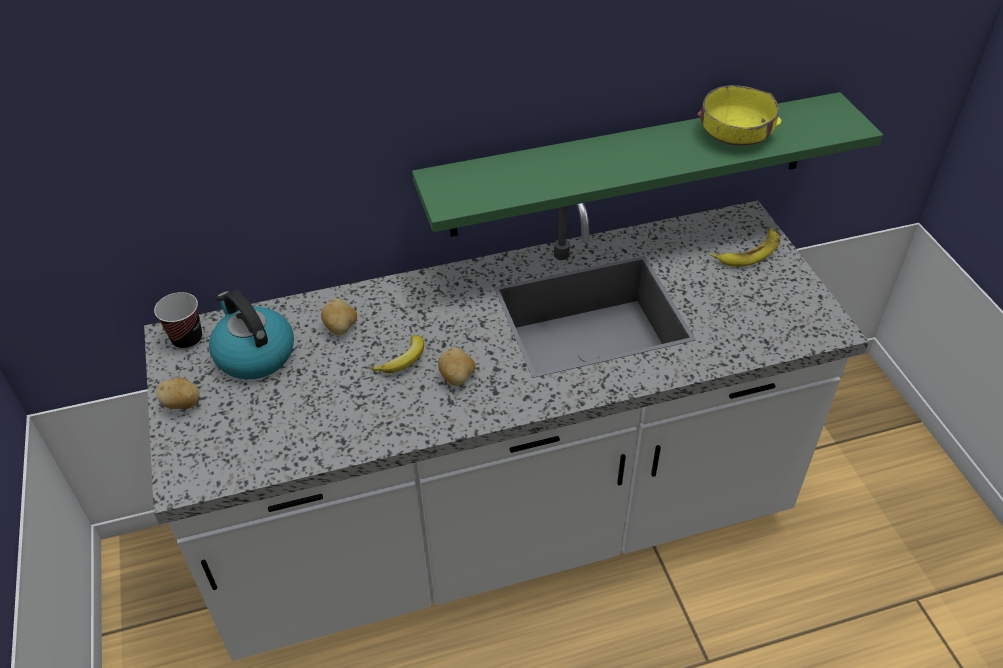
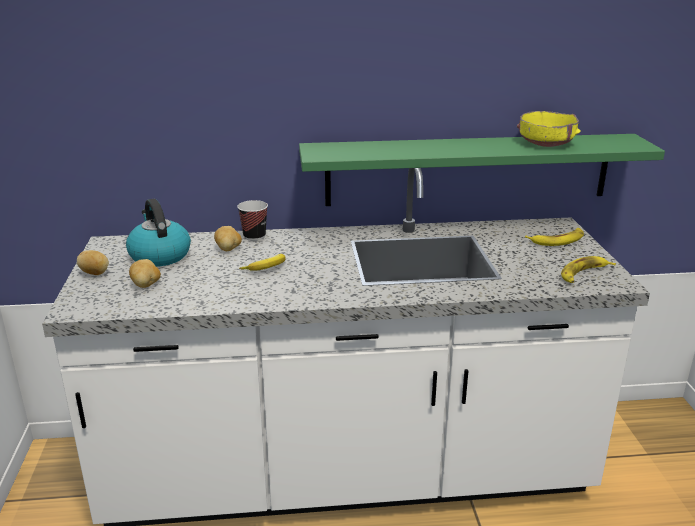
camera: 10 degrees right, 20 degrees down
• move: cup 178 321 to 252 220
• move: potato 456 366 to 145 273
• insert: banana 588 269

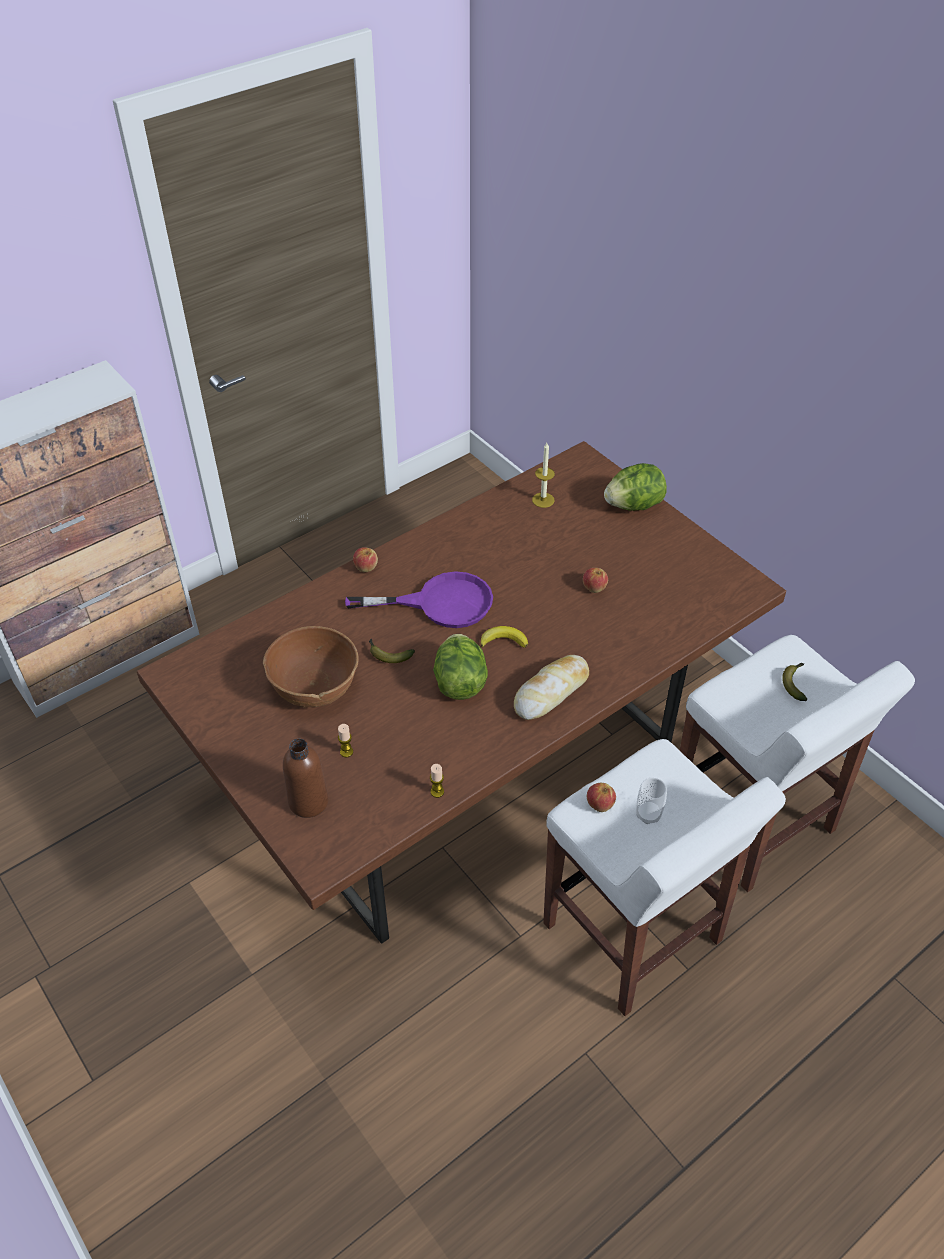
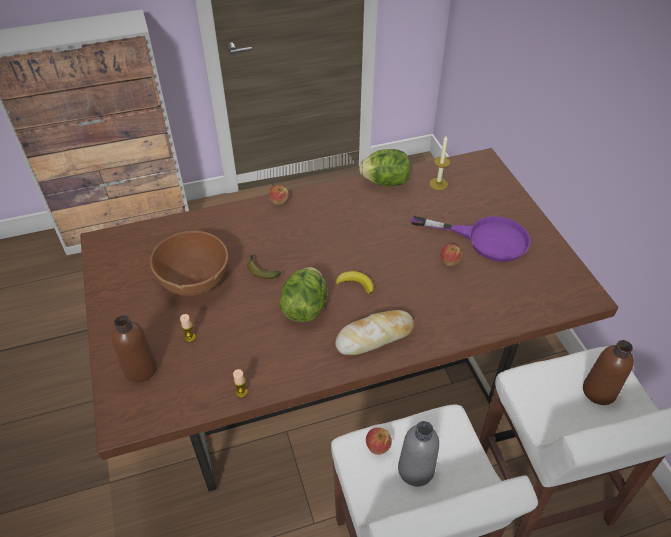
camera: 20 degrees right, 0 degrees up
• move: purple-coloured pan 419 599 to 471 239
• move: lettuce 635 487 to 384 168
• replace: cup 651 801 to gray drink bottle 418 454
• replace: banana 794 682 to brown drink bottle 608 372

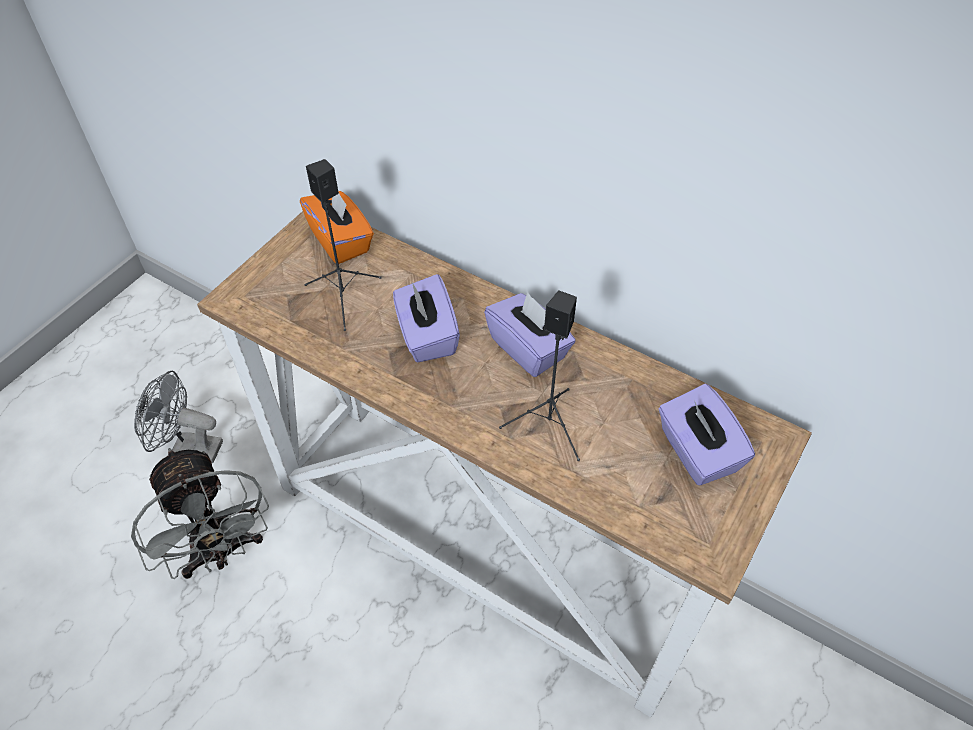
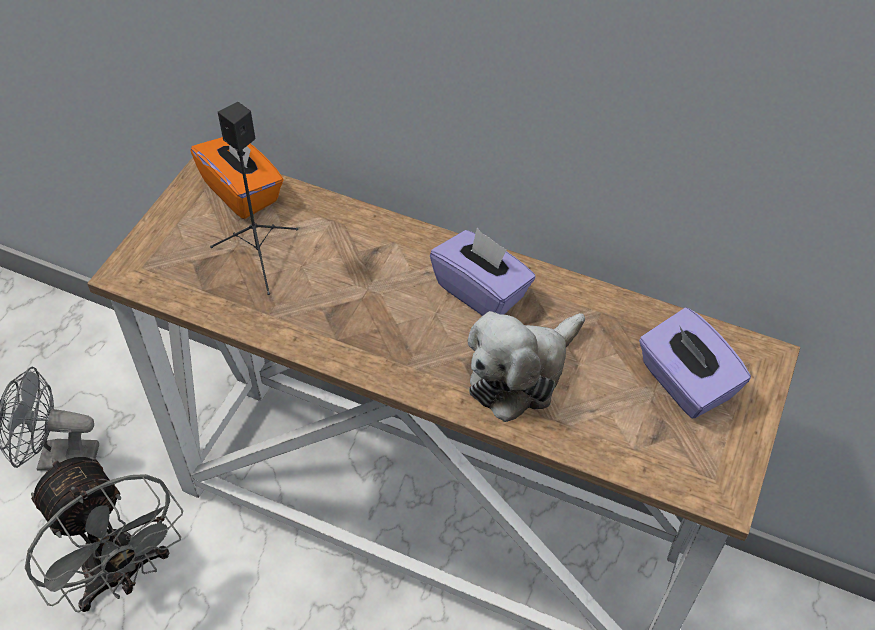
camera: 10 degrees left, 0 degrees up
• delete: purple-coloured tissue holder 426 318
• replace: black-coloured audio speaker 539 375 to soft toy 526 366

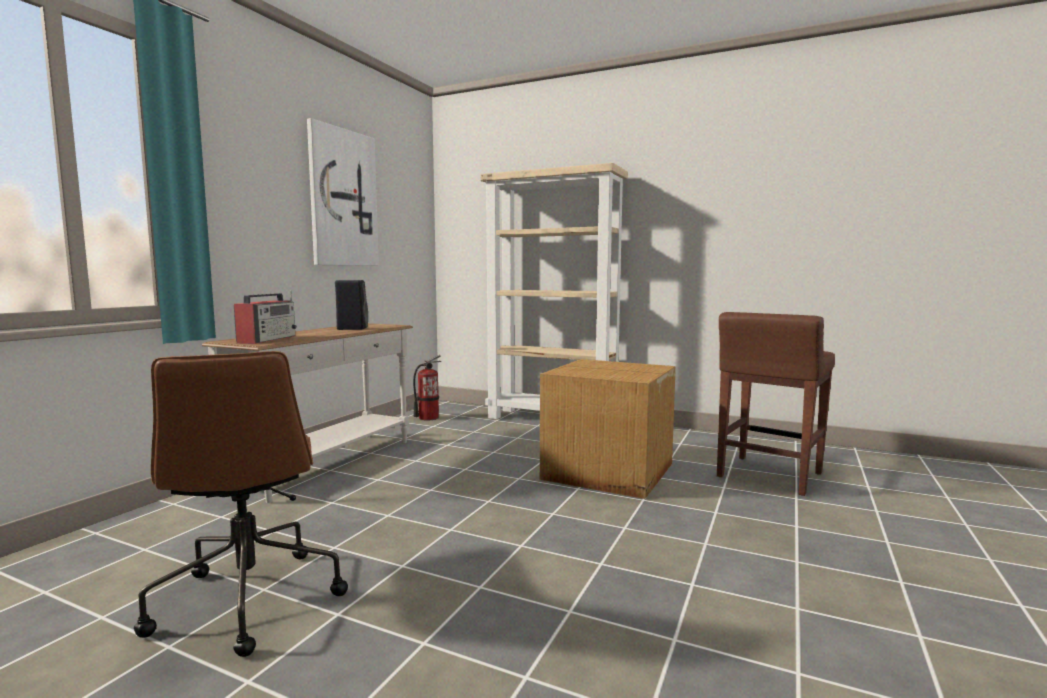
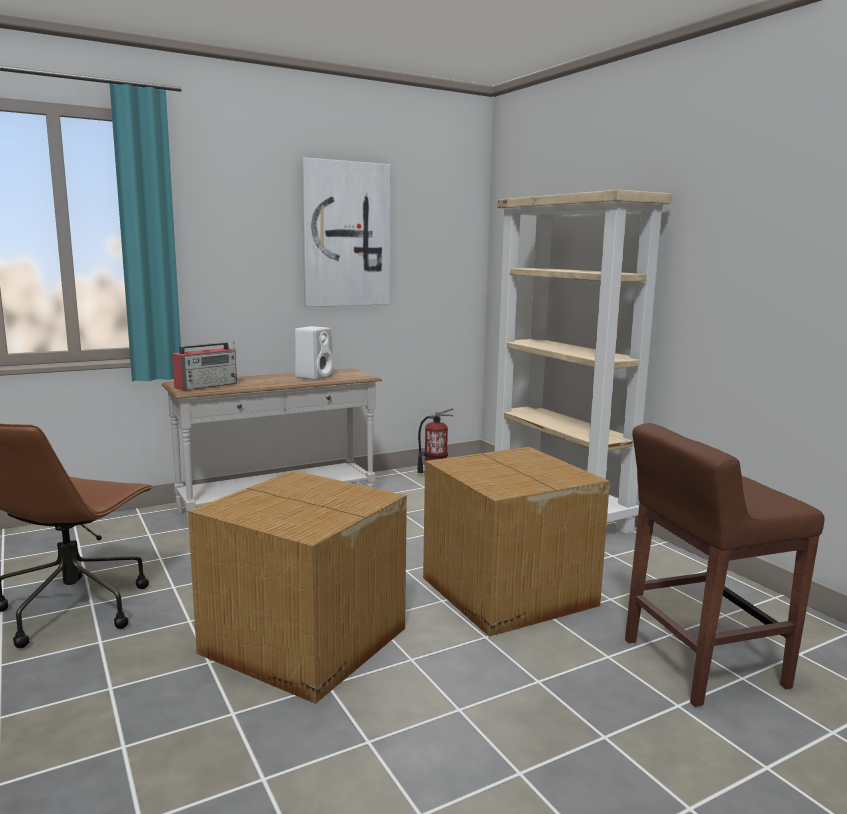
camera: 35 degrees right, 5 degrees up
• recolor: black-coloured audio speaker 351 305 to whitish audio speaker 314 353
• insert: packing box 297 587

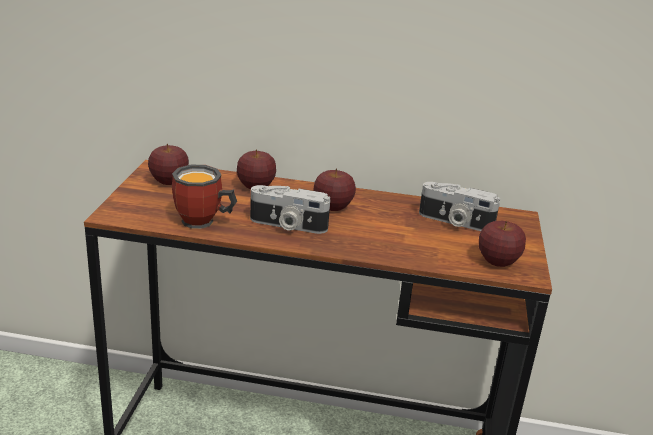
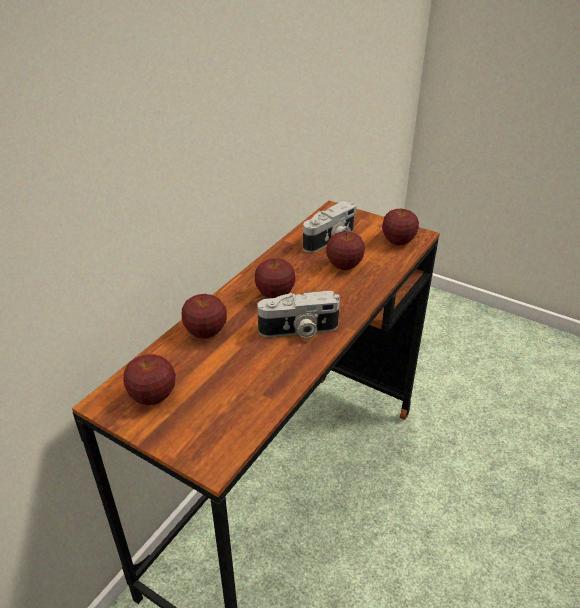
camera: 65 degrees left, 10 degrees up
• delete: coffee mug 204 197
• rotate: photo camera 290 209 = 298 314 45 degrees clockwise
• insert: apple fruit 345 250

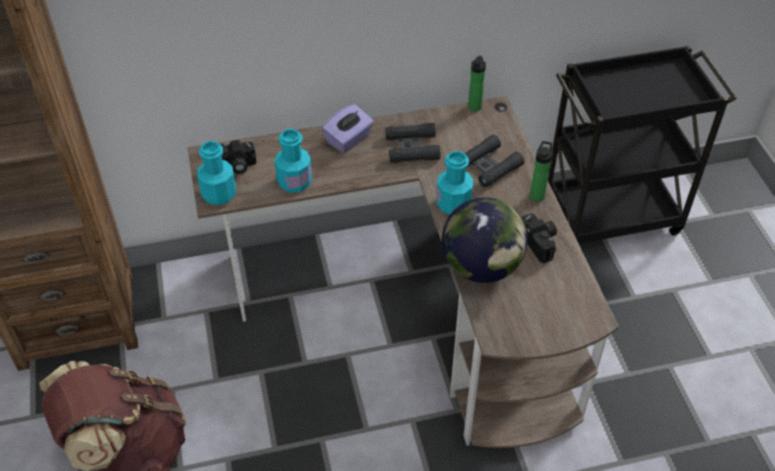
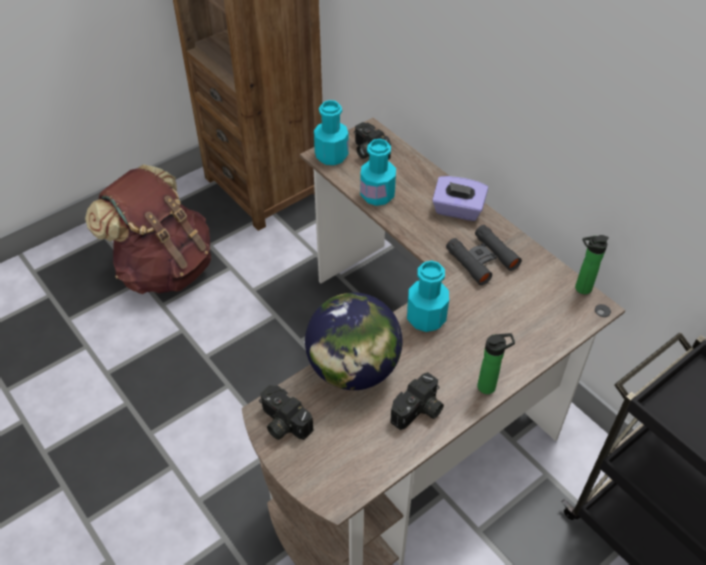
camera: 65 degrees right, 0 degrees up
• delete: black-coloured field glasses 494 161
• insert: photo camera 286 412

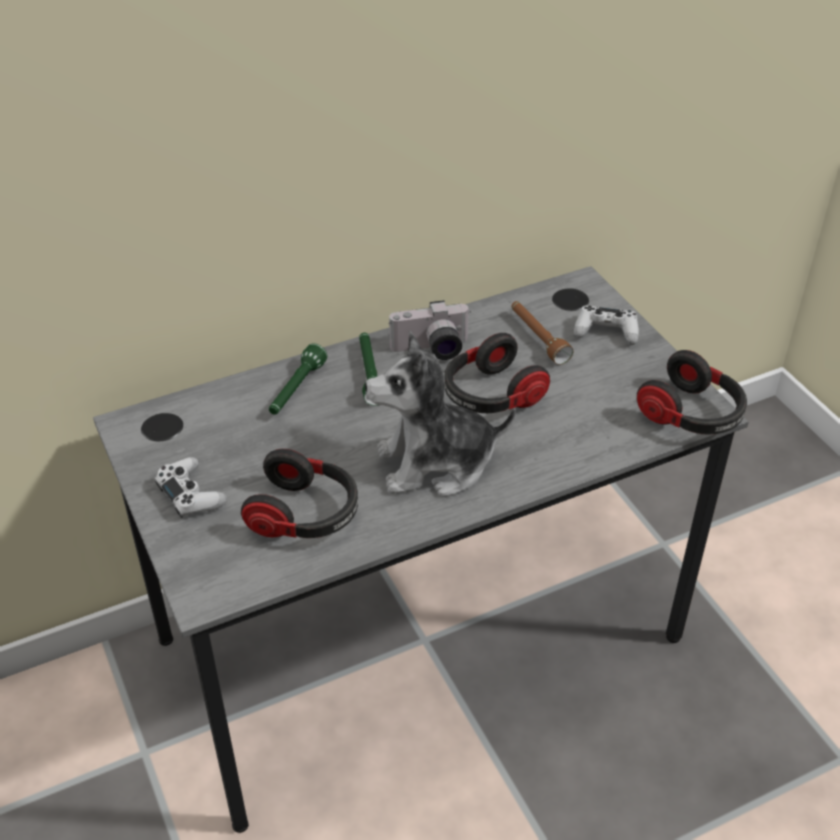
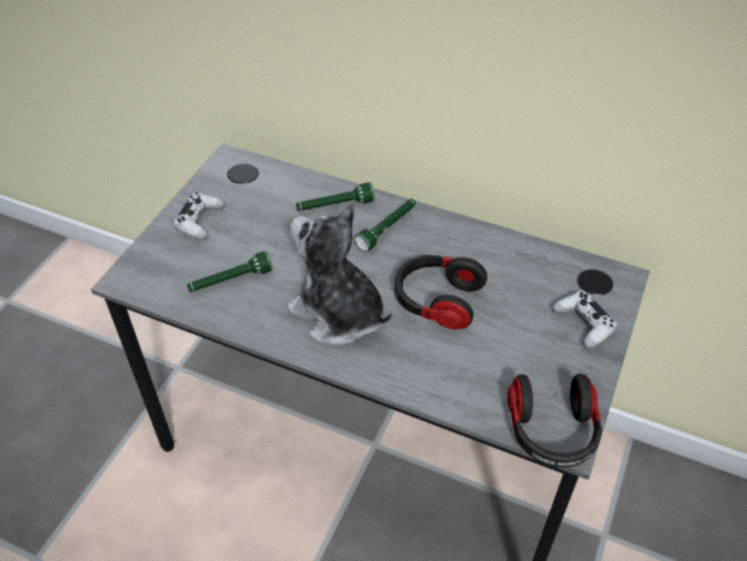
camera: 50 degrees right, 5 degrees up
• replace: pair of headphones 299 493 to green flashlight 230 271
• delete: photo camera 430 330
• delete: brown flashlight 542 333

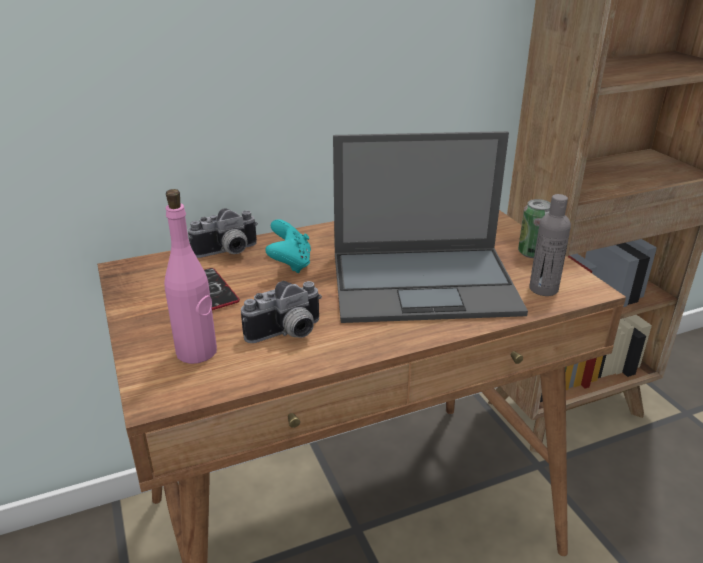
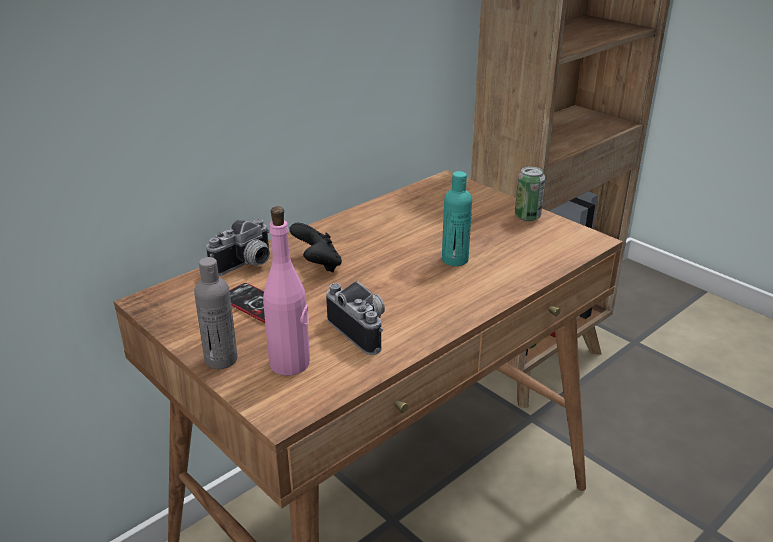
camera: 20 degrees left, 0 degrees up
• rotate: photo camera 281 312 = 355 318 75 degrees counterclockwise
• recolor: blue-green gamepad 288 246 to black-coloured gamepad 315 247
• replace: notebook computer 430 227 to blue-green drink bottle 457 218
• move: gray drink bottle 550 245 to 216 313

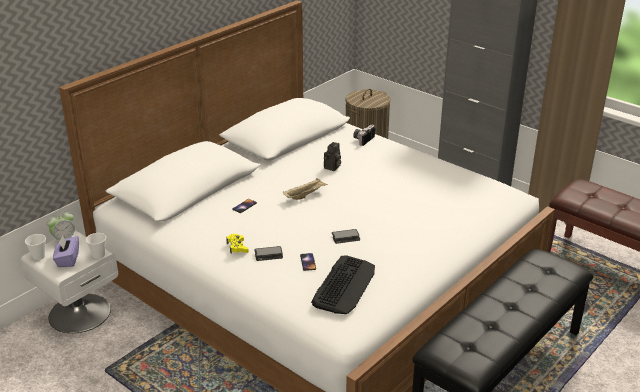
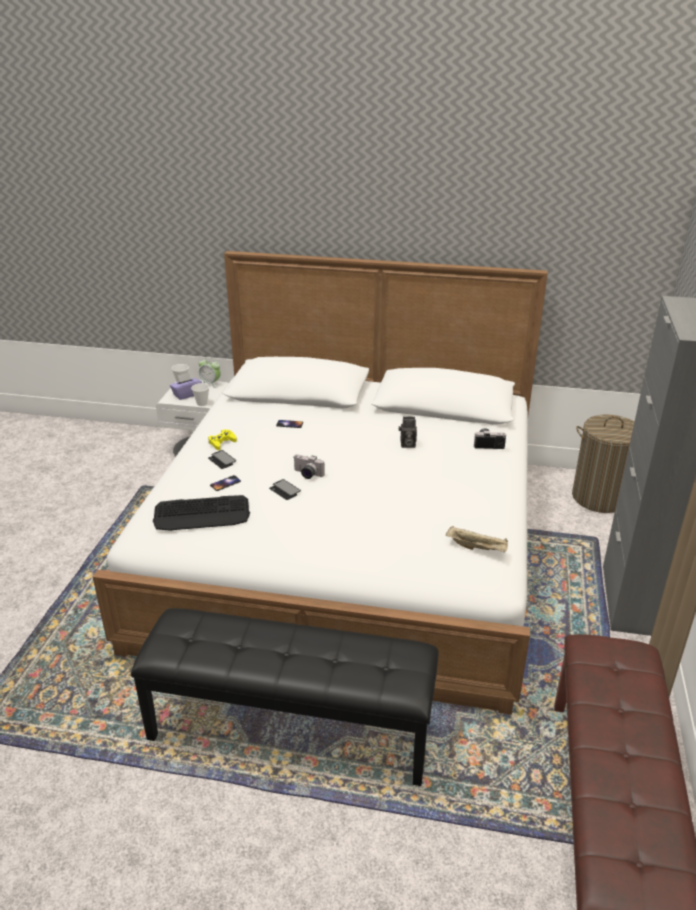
camera: 60 degrees right, 0 degrees up
• move: beige-coloured tray 305 189 to 477 539
• insert: photo camera 309 466

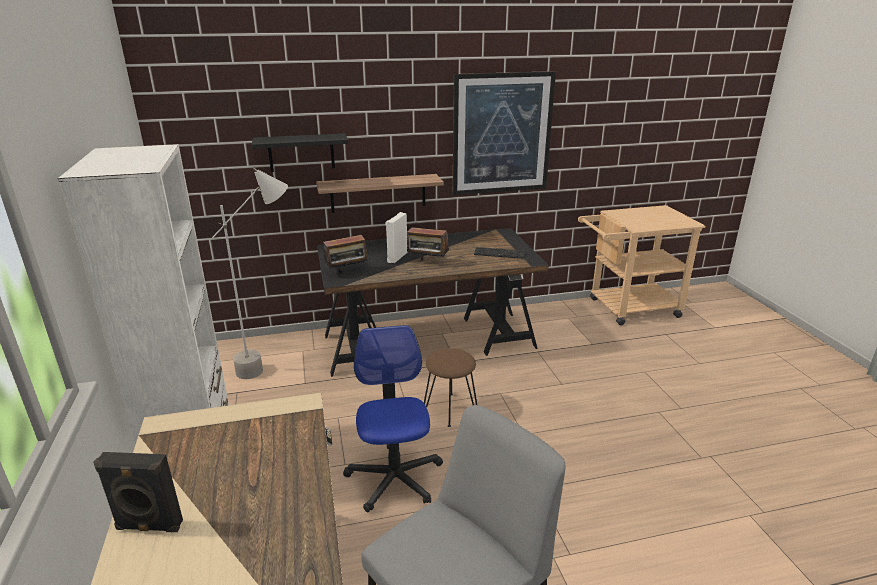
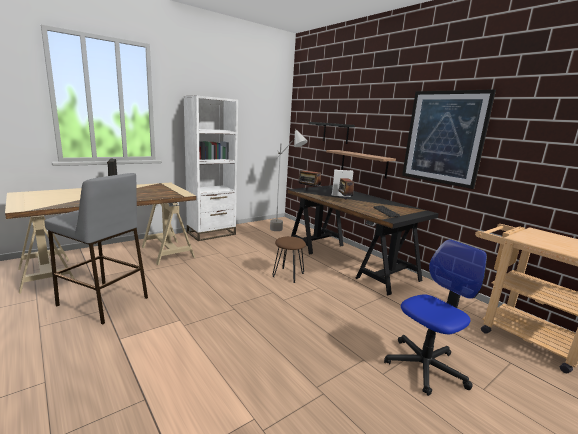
camera: 65 degrees right, 10 degrees down
• move: desk chair 393 418 to 435 318

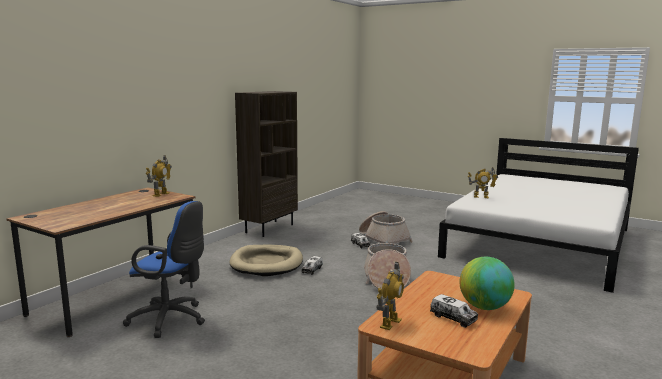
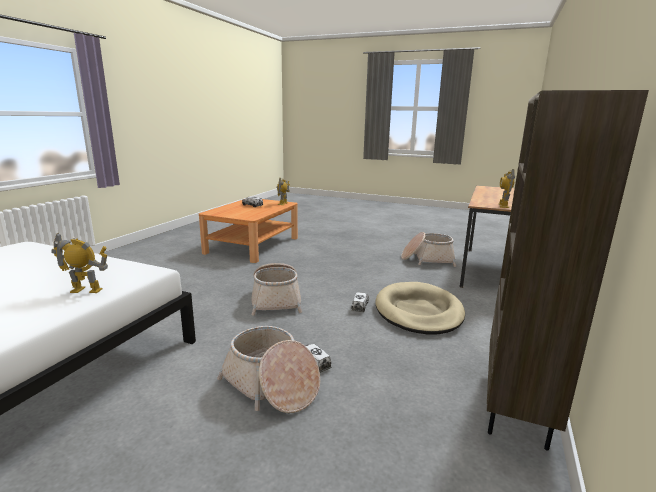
camera: 170 degrees right, 5 degrees up
• replace: blue-coloured desk chair 164 269 to household basket 428 249
• delete: desk globe 487 283

